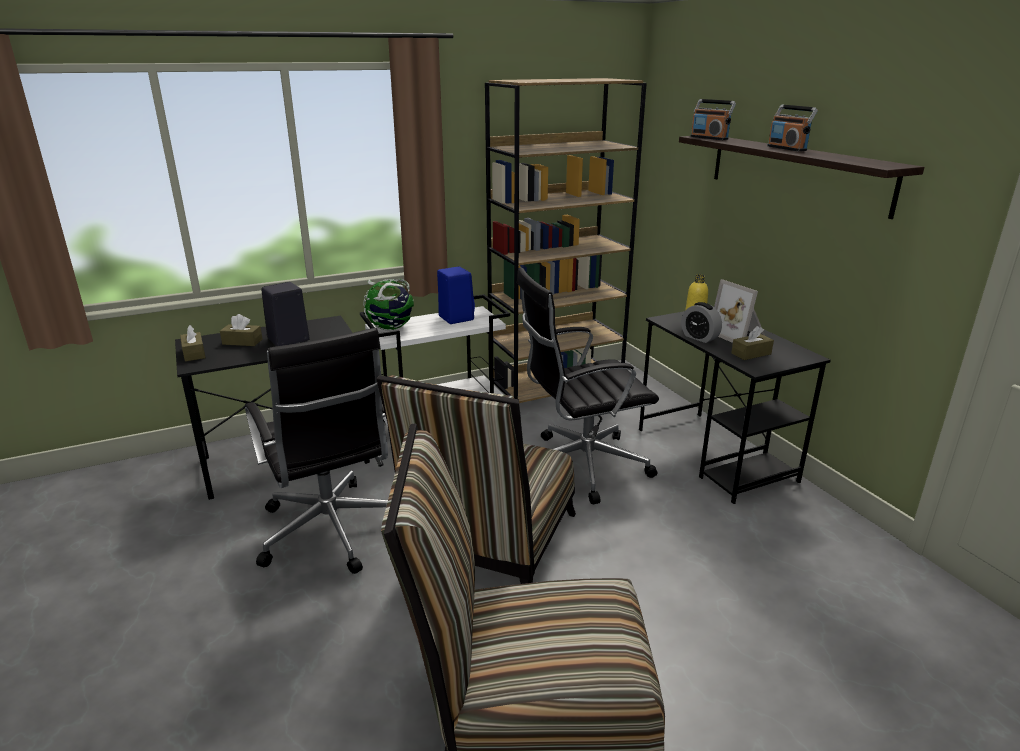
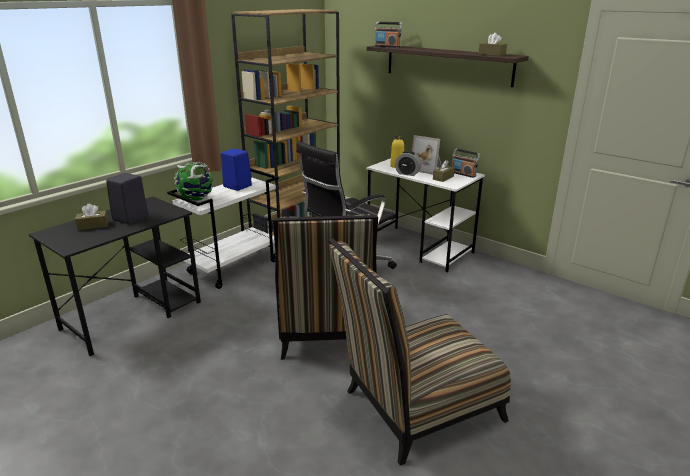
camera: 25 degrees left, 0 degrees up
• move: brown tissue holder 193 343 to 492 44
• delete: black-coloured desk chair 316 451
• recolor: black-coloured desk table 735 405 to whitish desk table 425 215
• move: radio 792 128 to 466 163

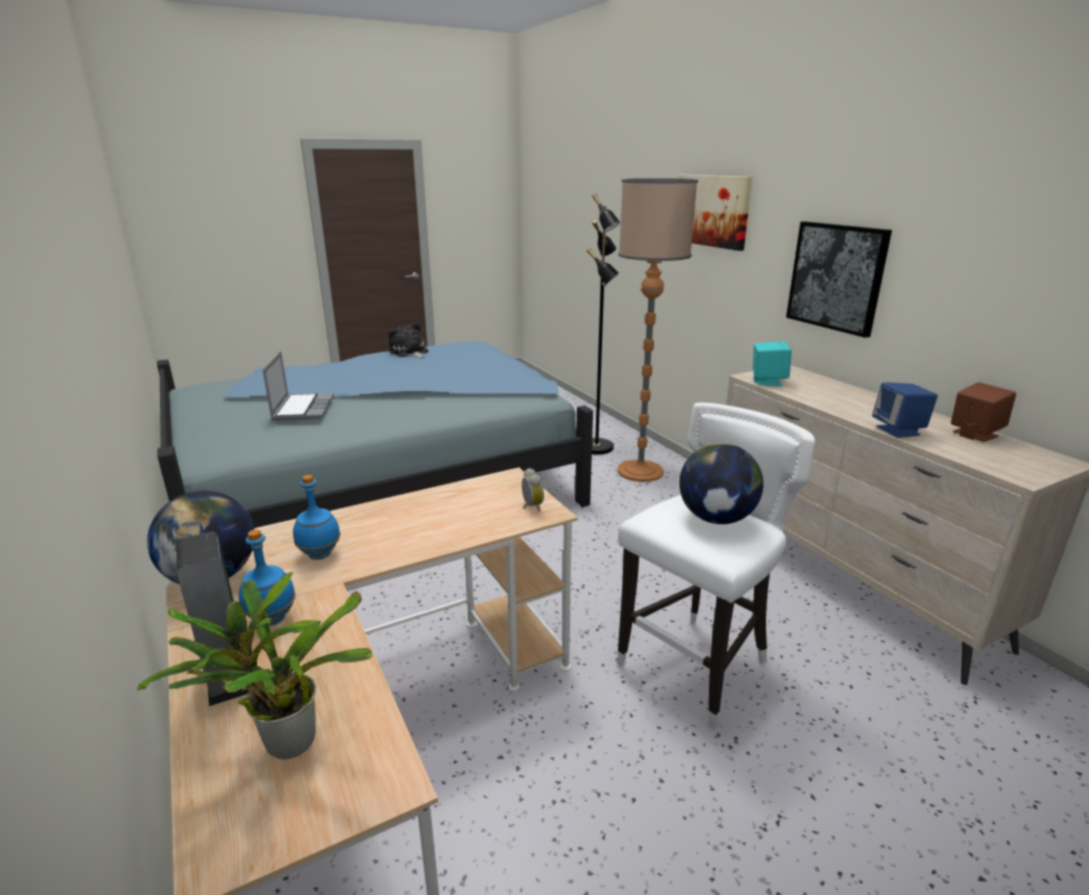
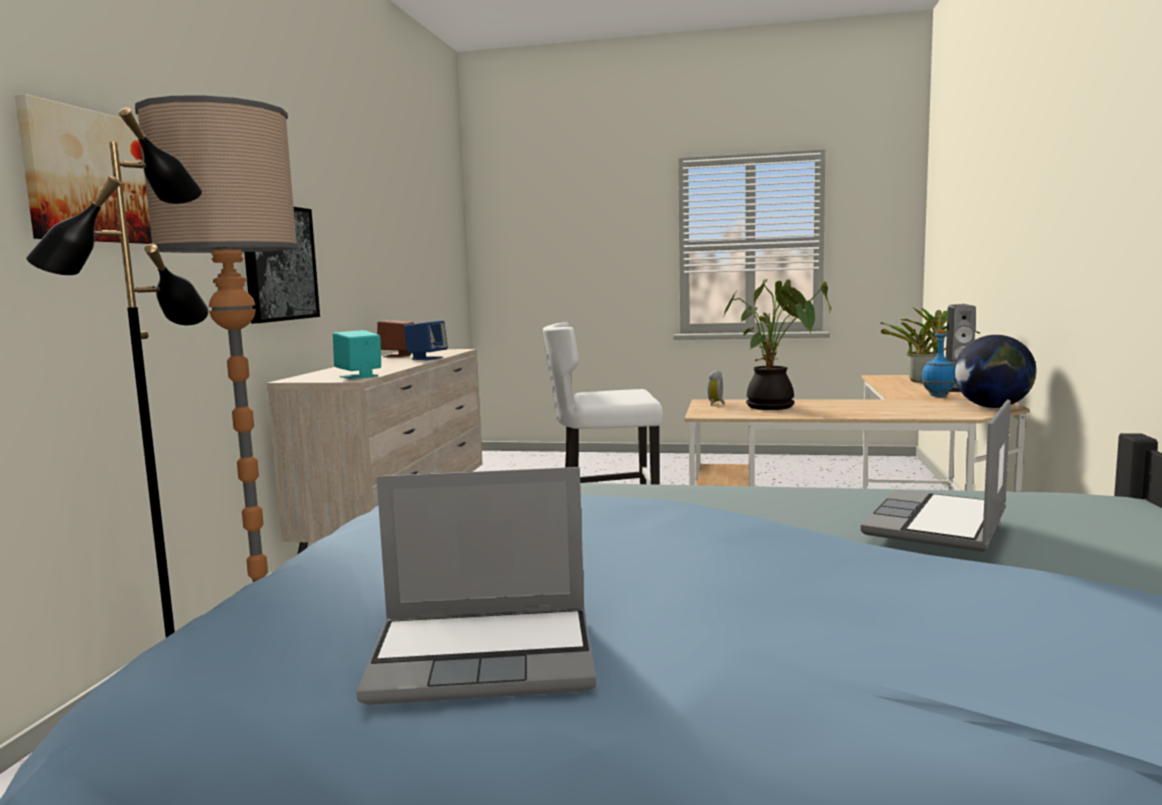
camera: 140 degrees left, 15 degrees down
• delete: blue-coloured drink bottle 317 517
• replace: soft toy 408 340 to notebook computer 476 586
• delete: desk globe 721 483
• insert: houseplant 777 344

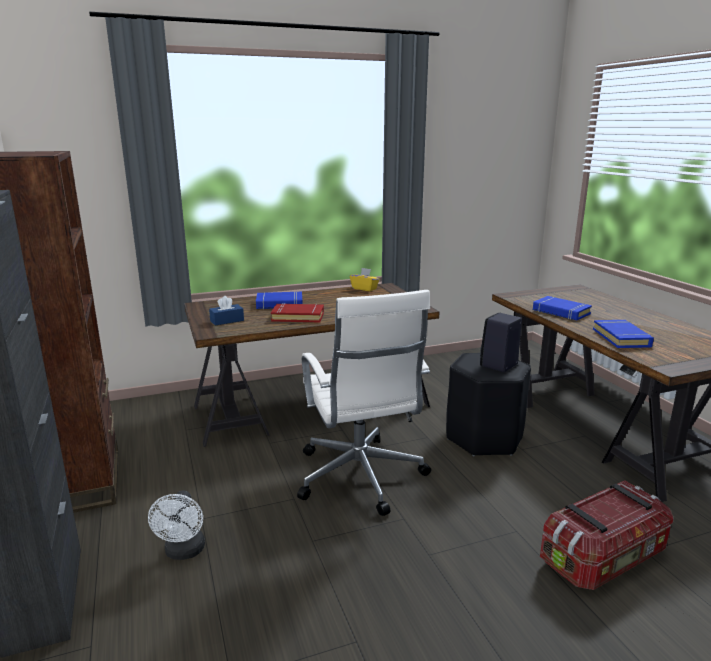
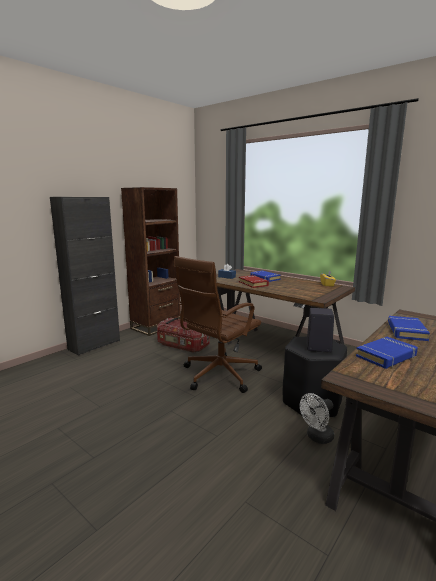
camera: 60 degrees right, 5 degrees down
• move: whitish cooling fan 176 525 to 317 418
• recolor: whitish desk chair 364 403 to brown desk chair 218 324
• move: storage box 607 535 to 183 335

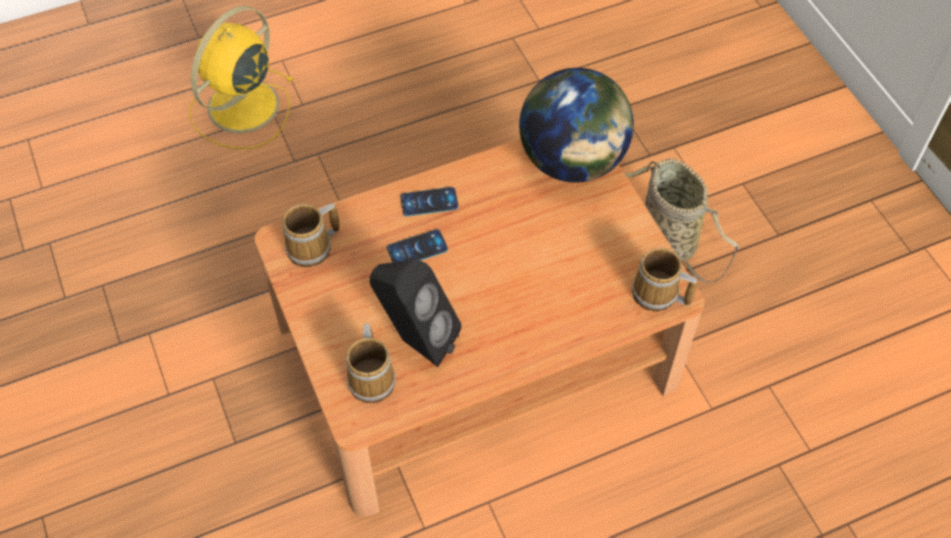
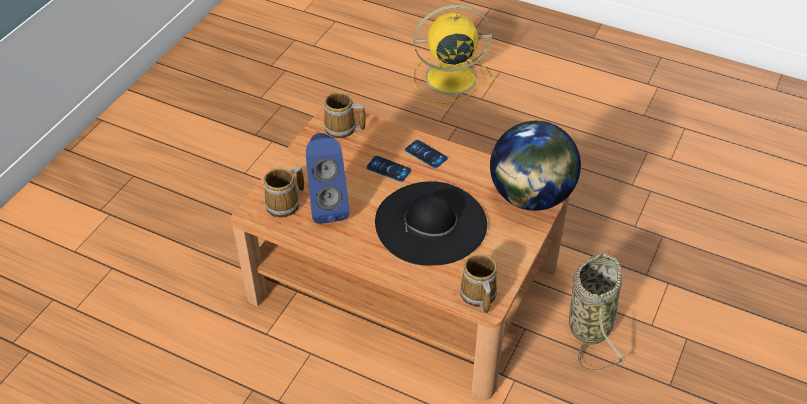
camera: 50 degrees right, 10 degrees down
• recolor: black-coloured audio speaker 416 313 to blue-coloured audio speaker 328 178
• insert: black-coloured clothing hat 431 223

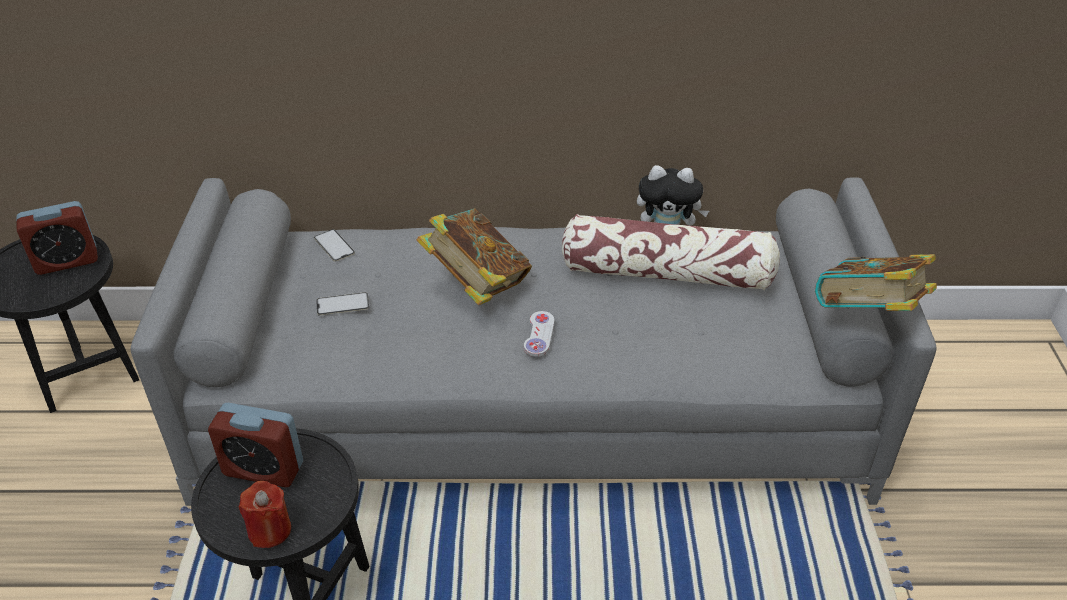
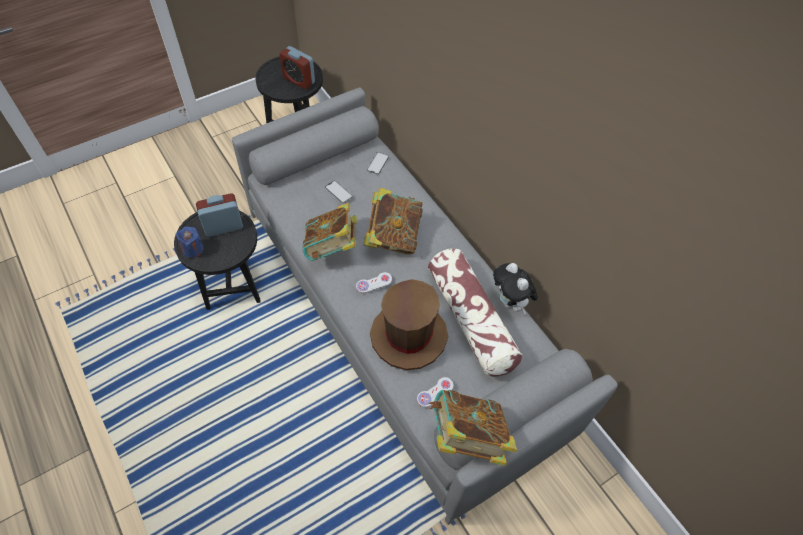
camera: 55 degrees right, 15 degrees up
• rotate: bedside clock 255 445 = 219 215 90 degrees clockwise
• recolor: reddish wax candle 264 514 to blue-coloured wax candle 190 242
• insert: book 329 232
• insert: brown clothing hat 409 324
• insert: whitish gamepad 435 392

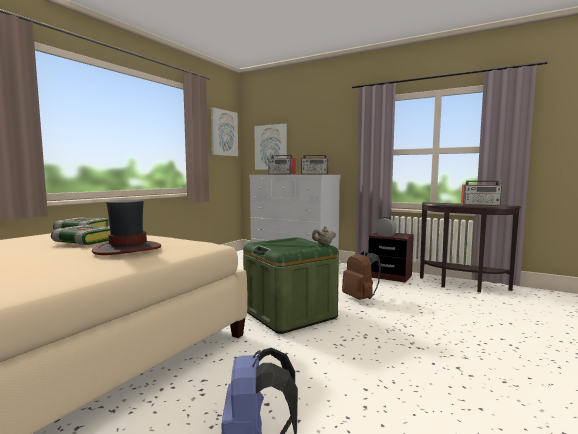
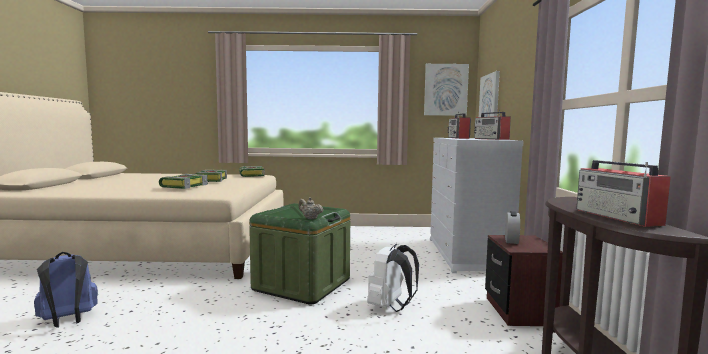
camera: 60 degrees right, 0 degrees up
• replace: clothing hat 126 227 to book 183 181
• recolor: brown backpack 361 275 to whitish backpack 393 277

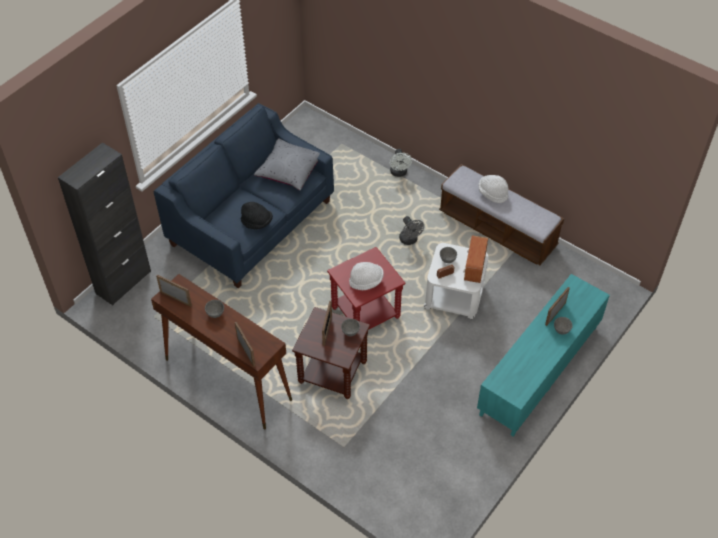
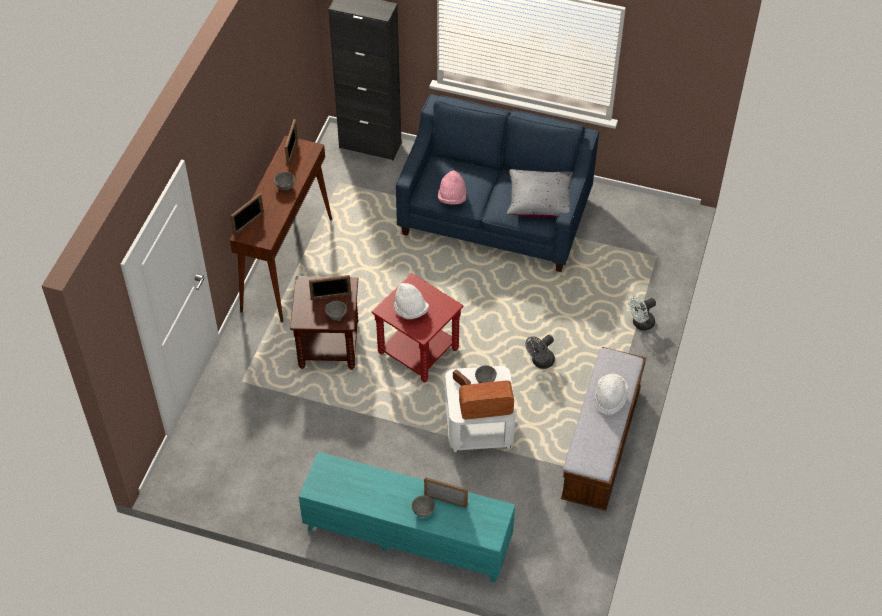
camera: 70 degrees right, 0 degrees up
• recolor: black-coloured clothing hat 257 215 to pinkish clothing hat 452 187

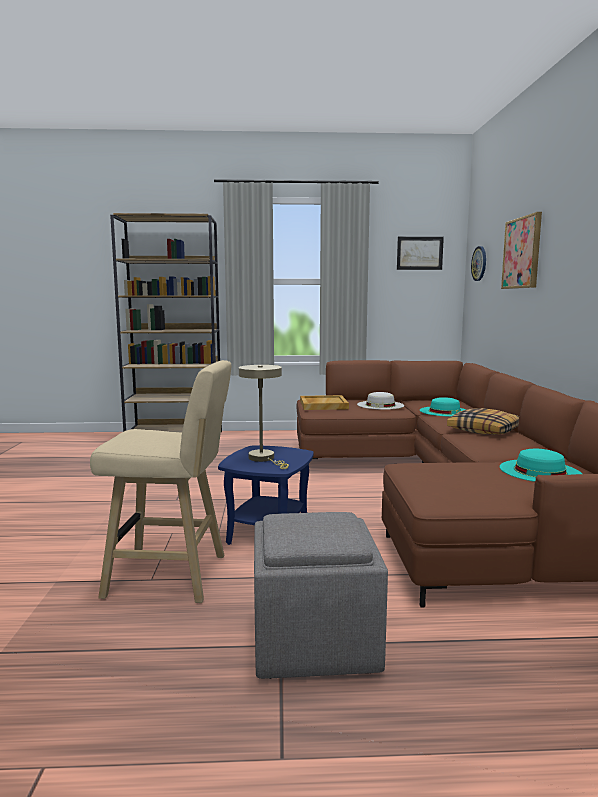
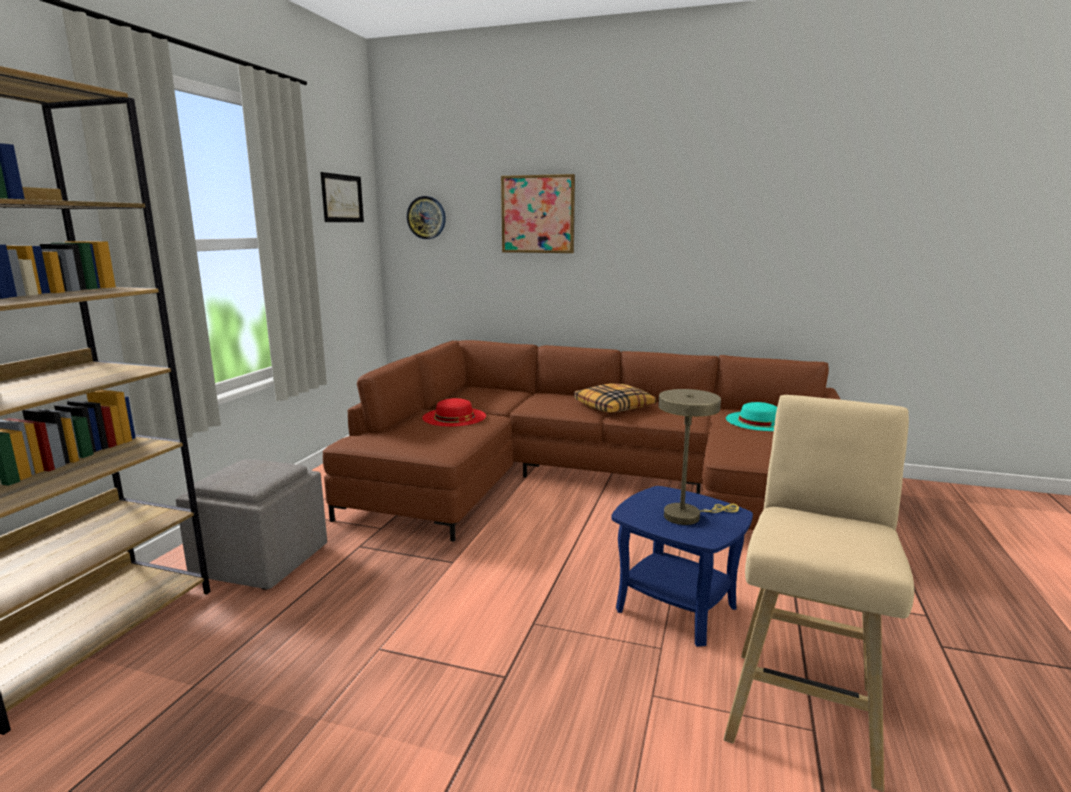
camera: 70 degrees left, 5 degrees up
• move: gray footrest 321 595 to 251 524
• delete: beige-coloured tray 324 402
• recolor: whitish clothing hat 380 401 to reddish clothing hat 454 412
• delete: blue-green clothing hat 443 407

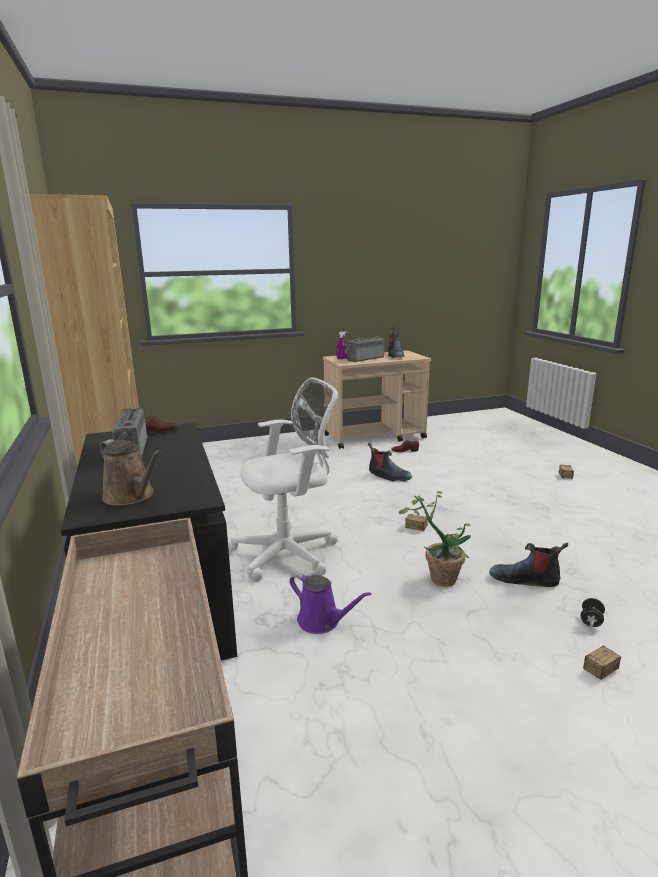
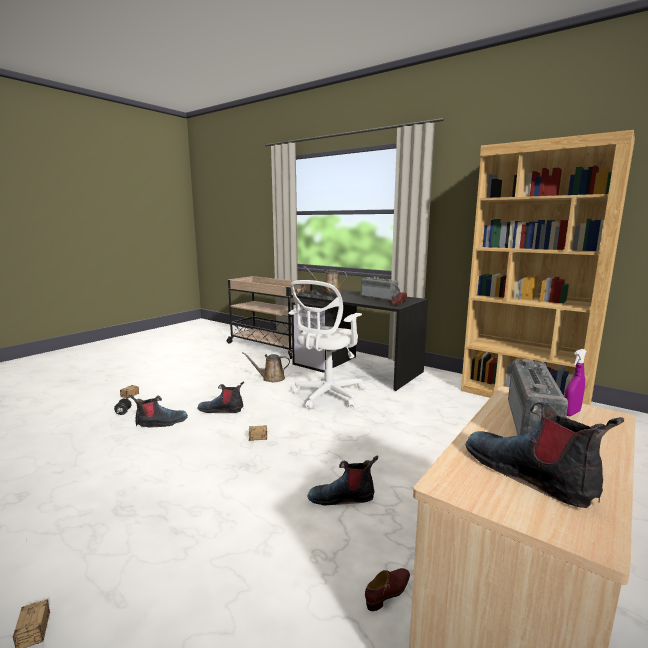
camera: 145 degrees right, 5 degrees down
• recolor: purple-coloured watering can 330 603 to brown watering can 266 367
• replace: houseplant 435 539 to high-top boot 221 397

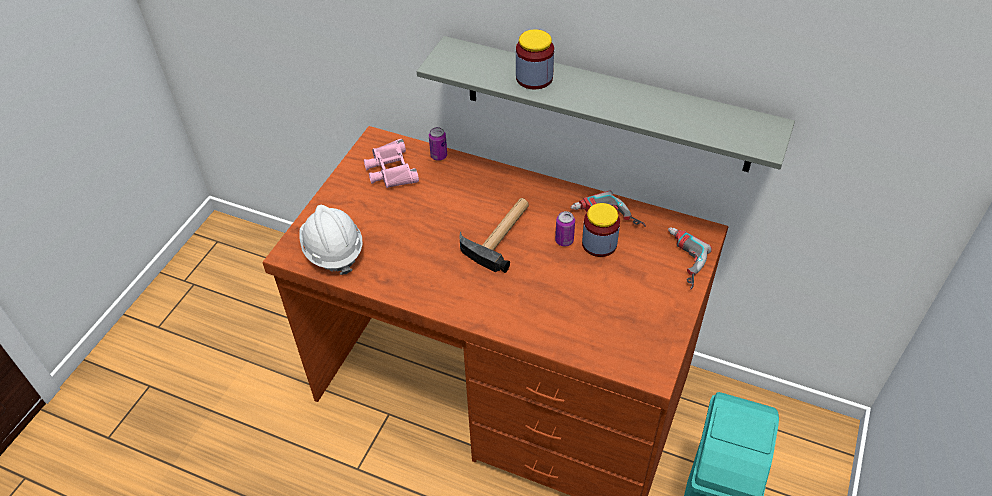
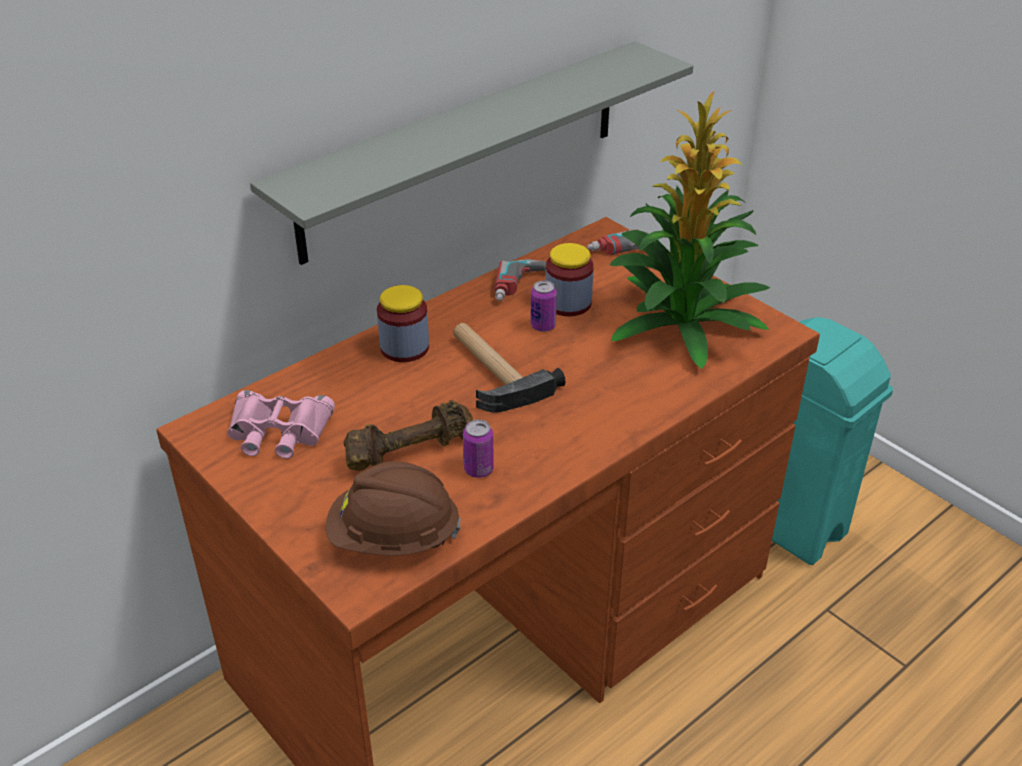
camera: 65 degrees left, 10 degrees down
• recolor: whitish work helmet 331 240 to brown work helmet 393 508
• move: sealed can 438 144 to 478 449
• move: jar 535 59 to 403 323
• insert: brown dumbbell 408 435
• insert: houseplant 690 230

